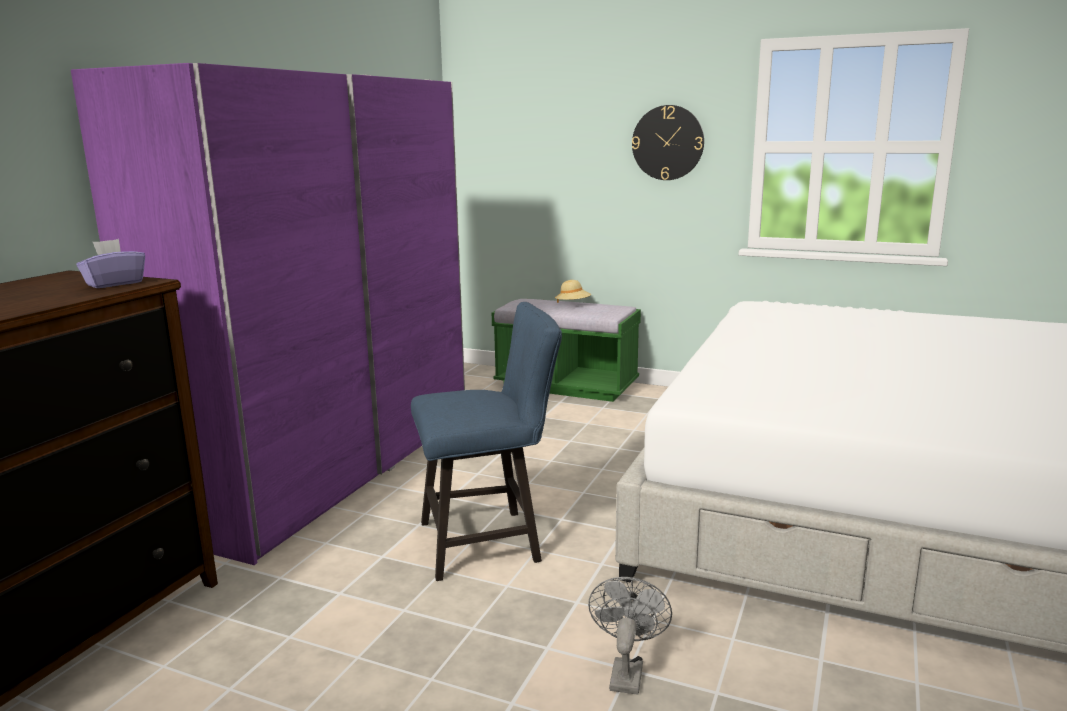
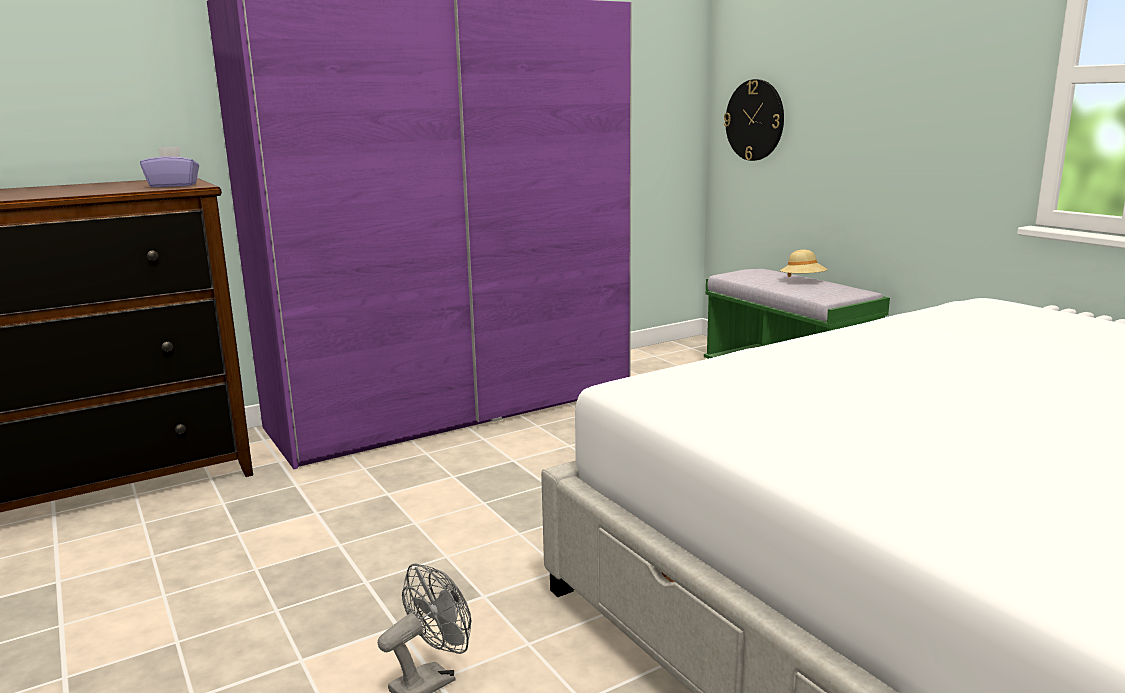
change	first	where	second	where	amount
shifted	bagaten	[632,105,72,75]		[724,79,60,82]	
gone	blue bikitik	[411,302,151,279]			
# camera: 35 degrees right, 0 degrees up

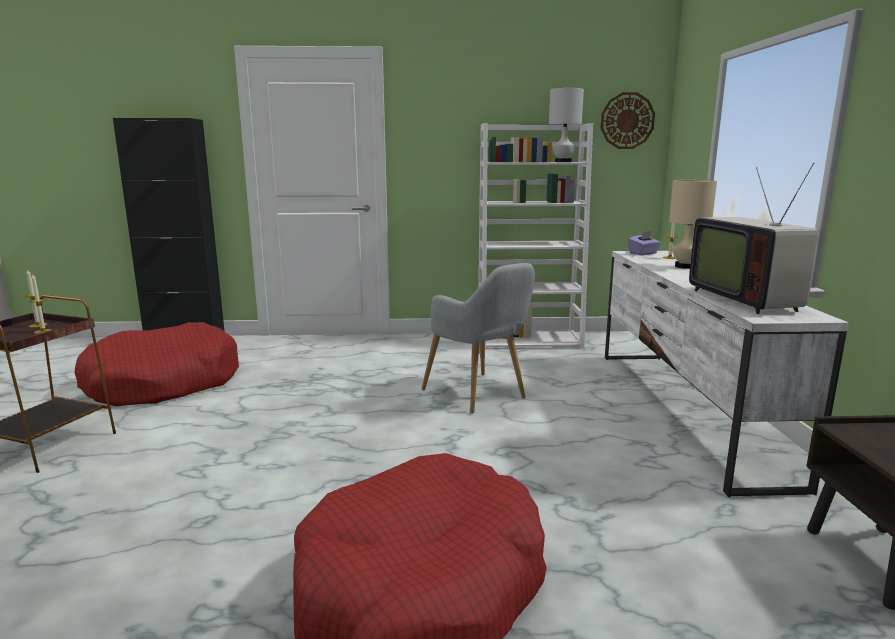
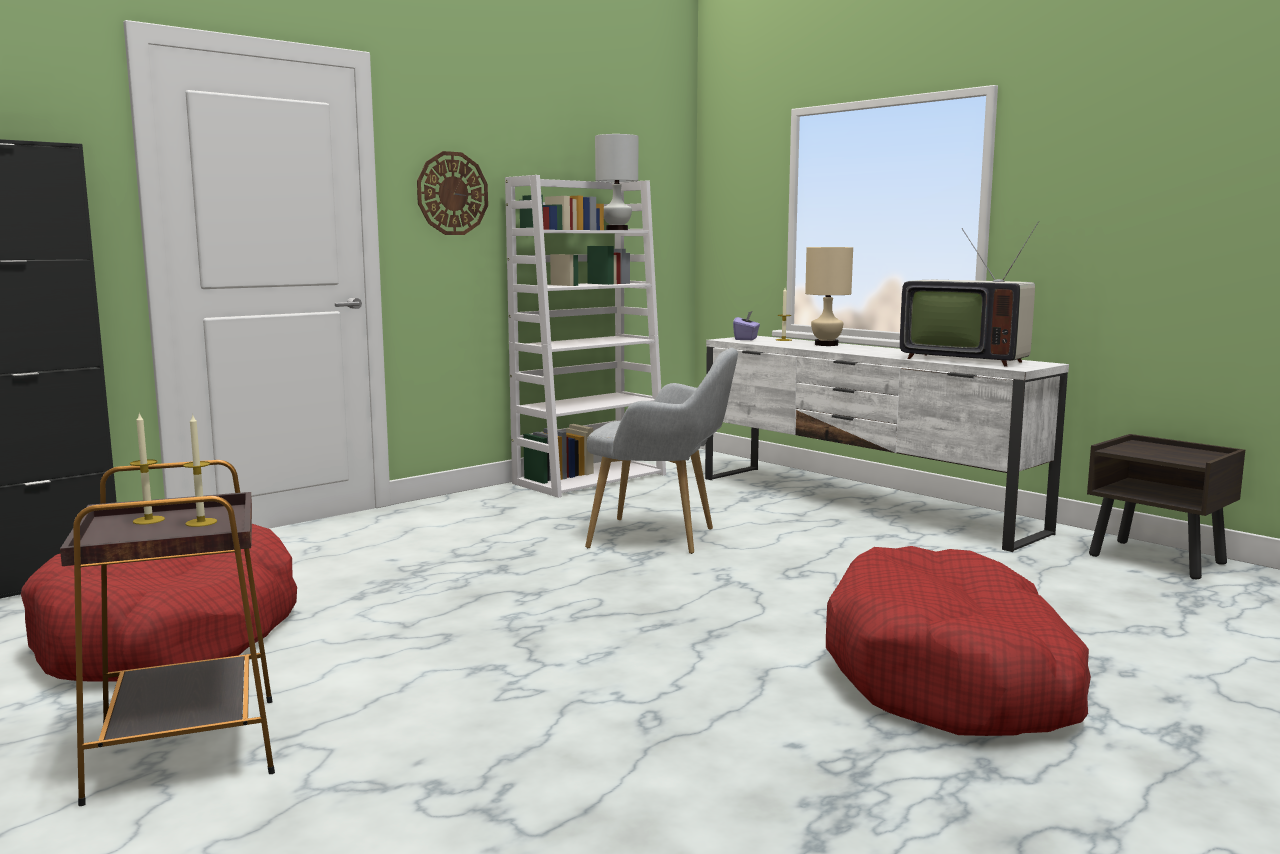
change	first	where	second	where	amount
shifted	bagaten	[600,92,55,57]		[417,151,71,84]	
# camera: 40 degrees left, 5 degrees down

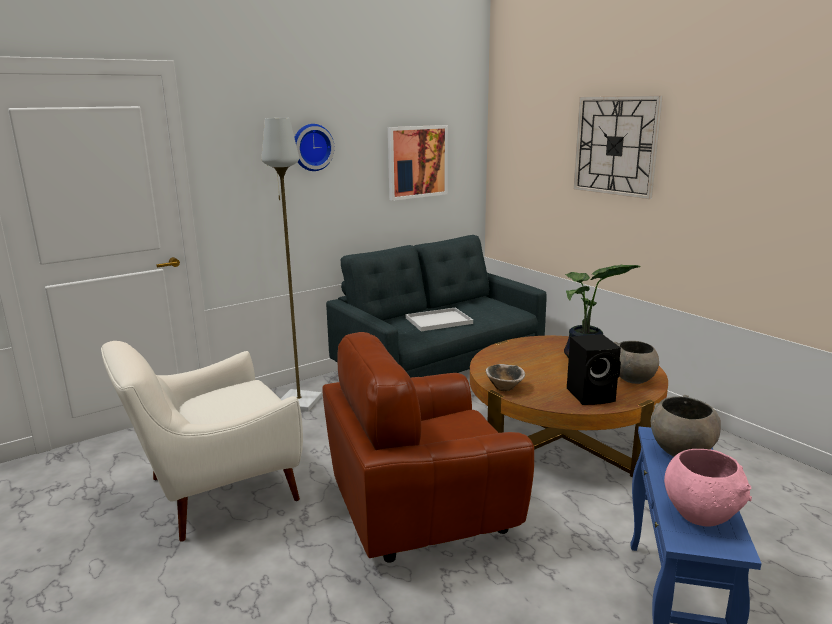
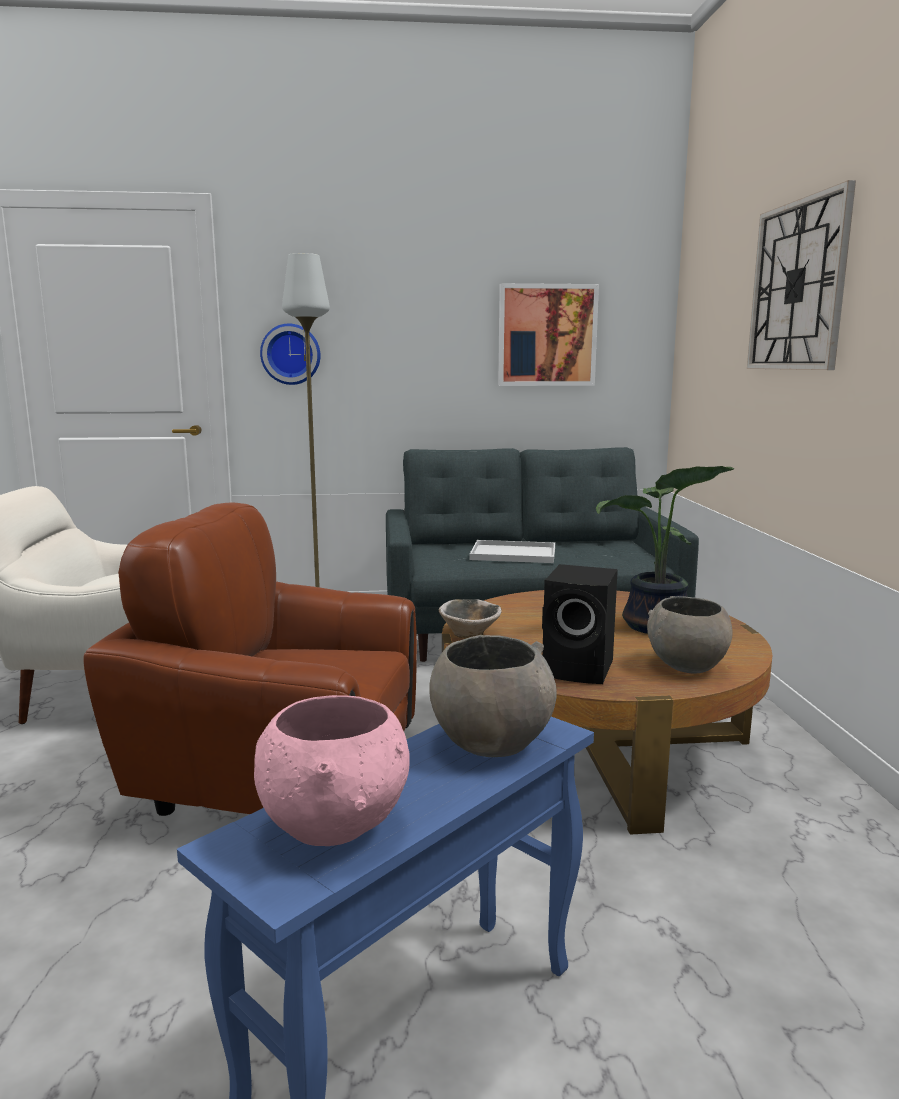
change	first	where	second	where	amount
shifted	bagaten	[294,124,40,47]		[260,324,60,61]	
# camera: 30 degrees right, 5 degrees down

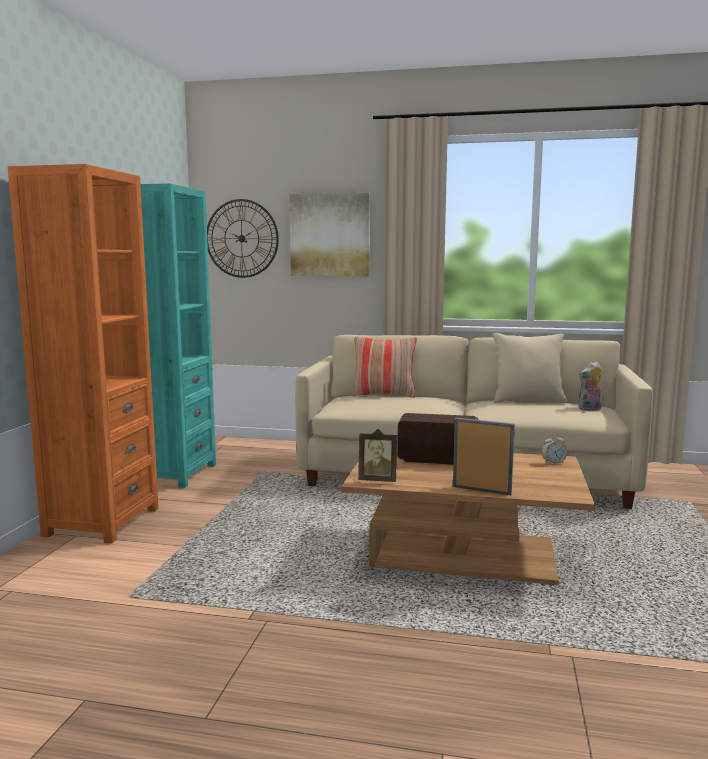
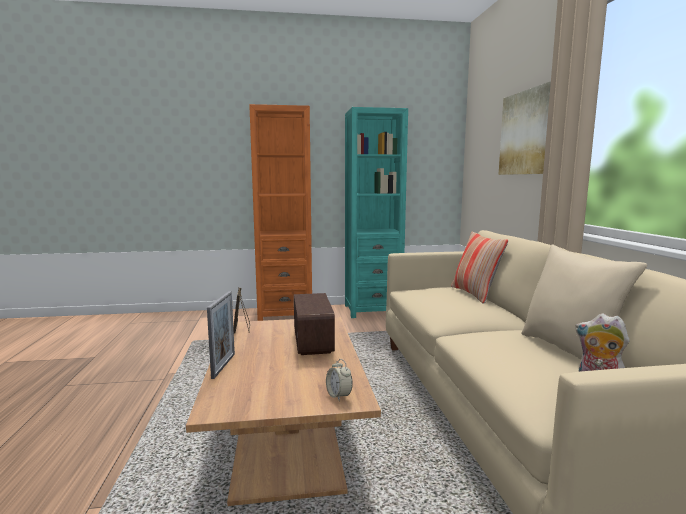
change	first	where	second	where	amount
gone	bagaten	[207,199,72,79]			
# camera: 70 degrees right, 0 degrees up

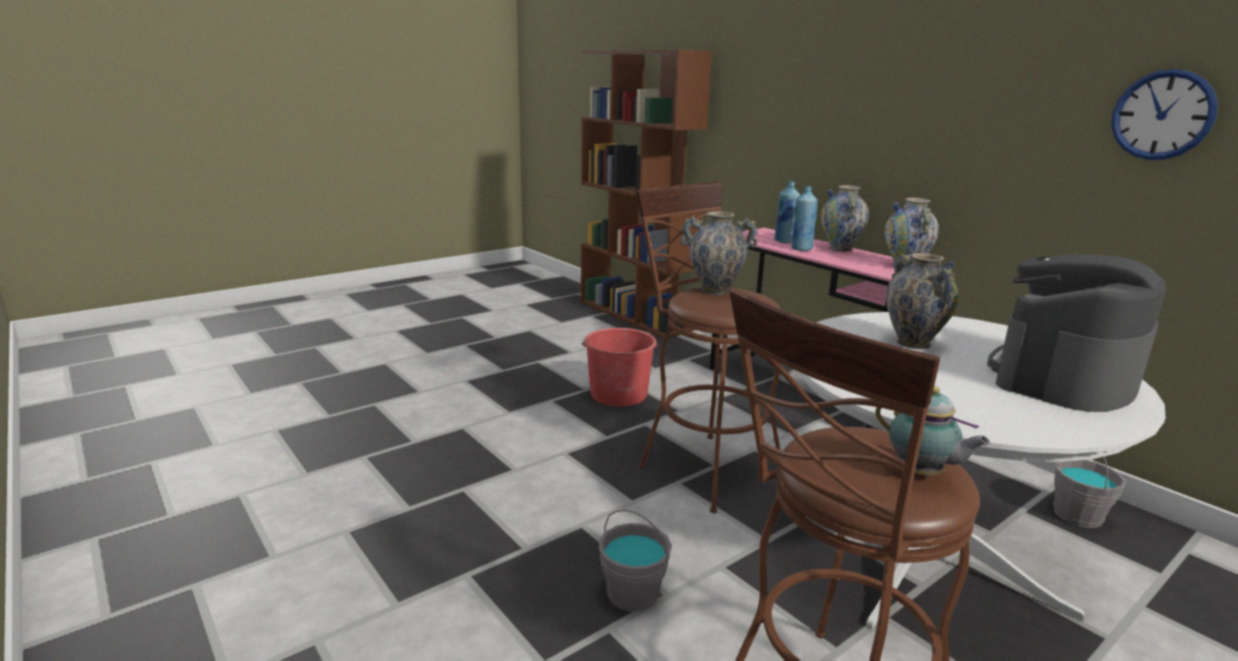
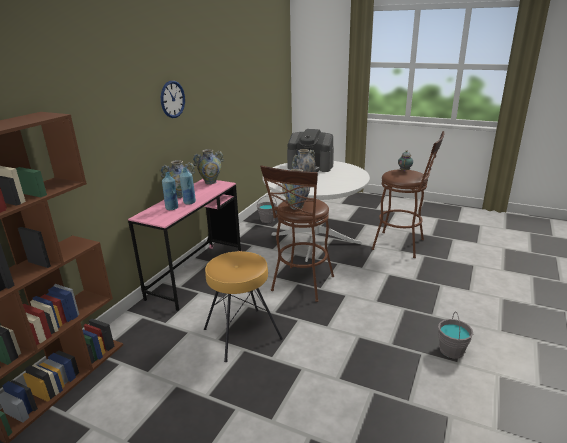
change	first	where	second	where	amount
shifted	bagaten	[1111,69,107,91]		[161,81,24,37]	
swapped	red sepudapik	[582,328,76,79]	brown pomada	[204,251,79,111]	
shifted	grey sepudapik	[599,509,73,103]		[438,311,35,48]	
# camera: 115 degrees left, 5 degrees up

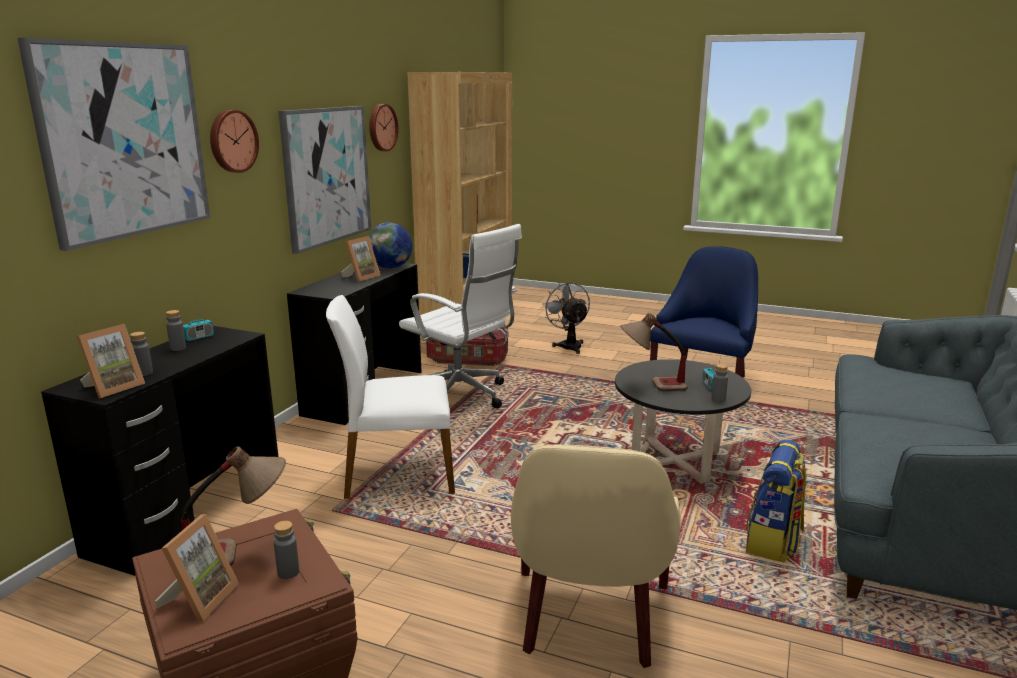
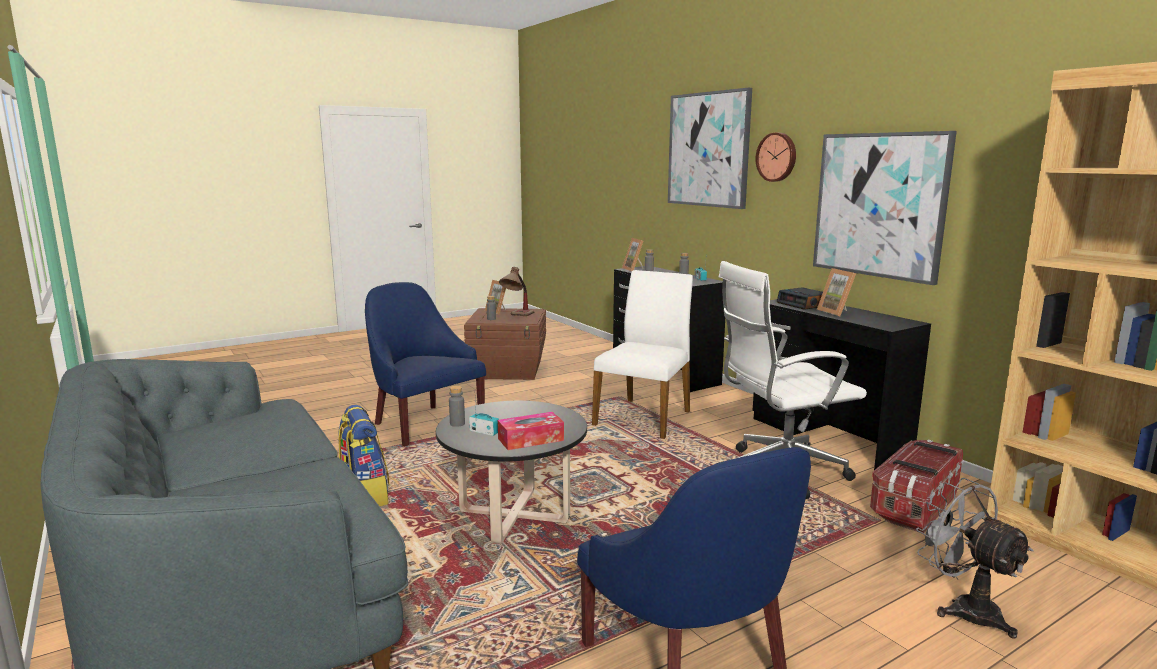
change	first	where	second	where	amount
repainted	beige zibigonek	[511,444,170,224]	blue zibigonek	[365,282,121,164]	
new			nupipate	[498,412,66,38]	
new			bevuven	[777,287,46,23]	
rotated	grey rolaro	[543,282,47,72]		[916,478,118,161]	135 degrees counterclockwise
gone	bagaten	[369,104,29,47]			
gone	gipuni	[369,223,44,46]			
gone	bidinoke	[620,313,68,79]			
# camera: 125 degrees right, 5 degrees down

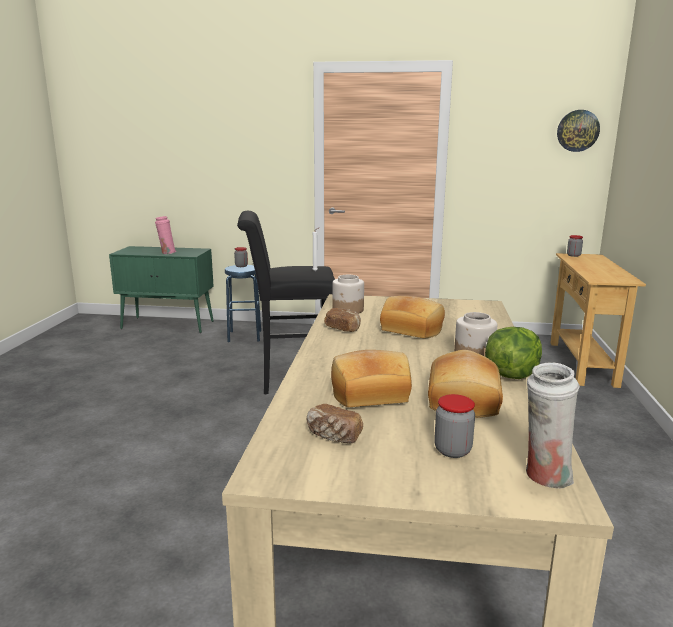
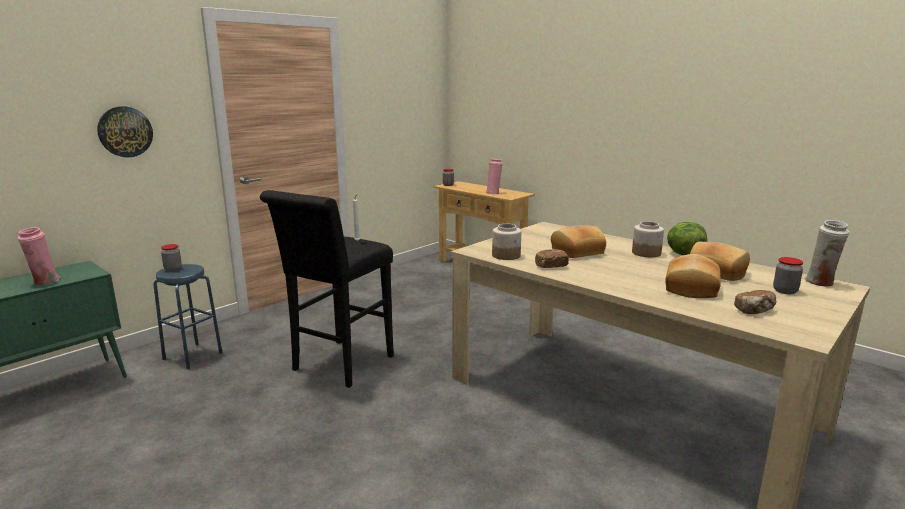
change	first	where	second	where	amount
shifted	bagaten	[557,110,43,42]		[97,106,56,51]	
new			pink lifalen	[486,159,17,35]	
# camera: 55 degrees left, 0 degrees up

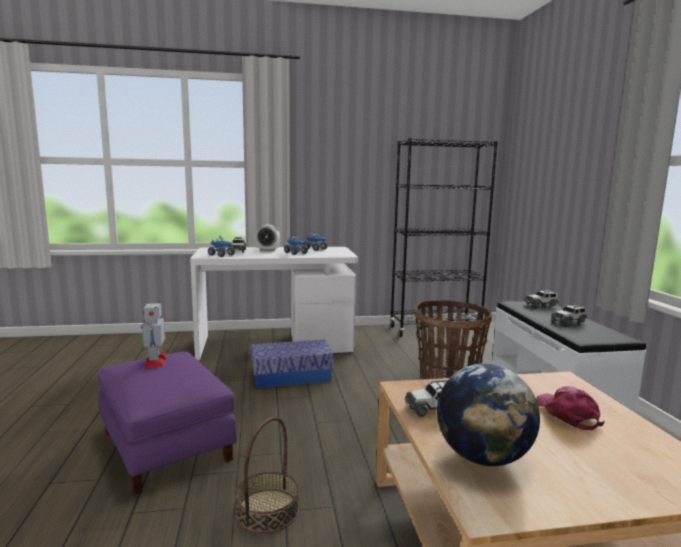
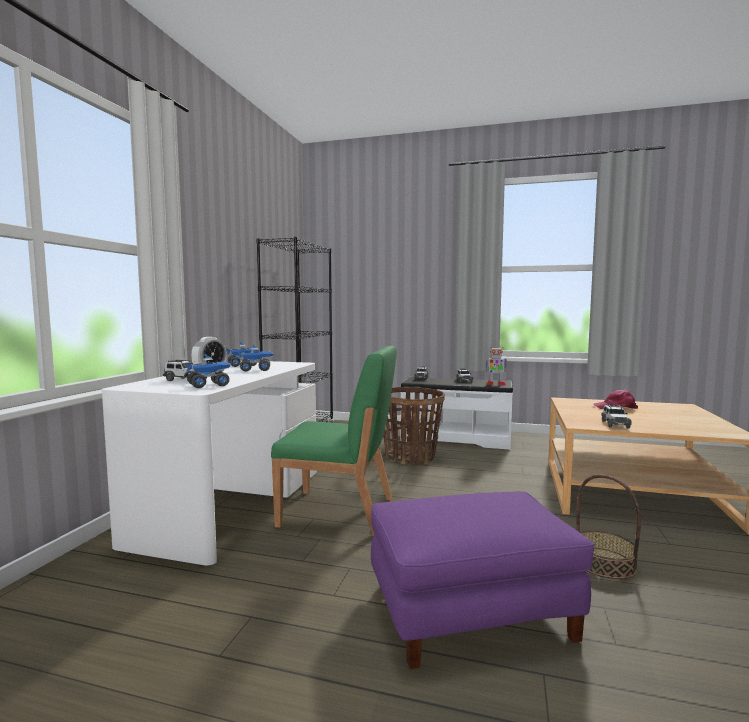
change	first	where	second	where	amount
swapped	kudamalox	[251,339,83,49]	green bikitik	[271,346,126,190]	
shifted	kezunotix	[141,301,27,67]		[486,347,21,38]	
gone	gipuni	[437,364,103,102]			
# camera: 65 degrees left, 5 degrees down

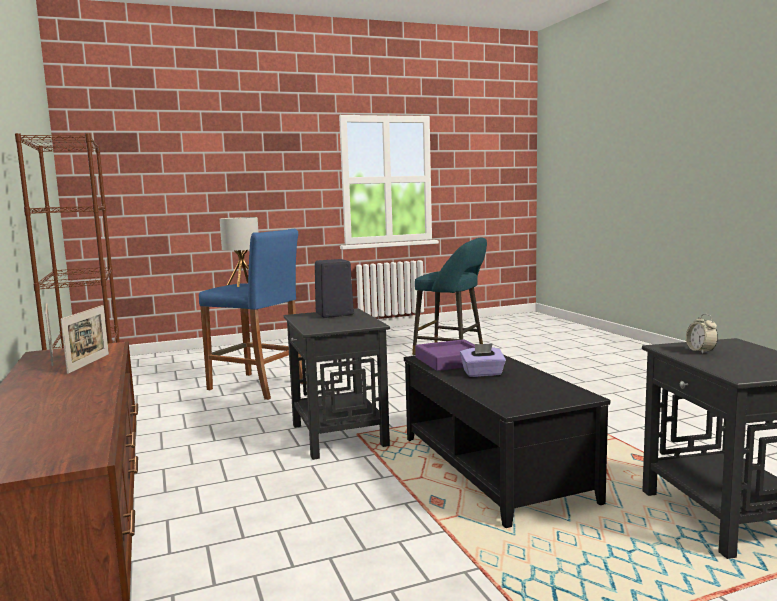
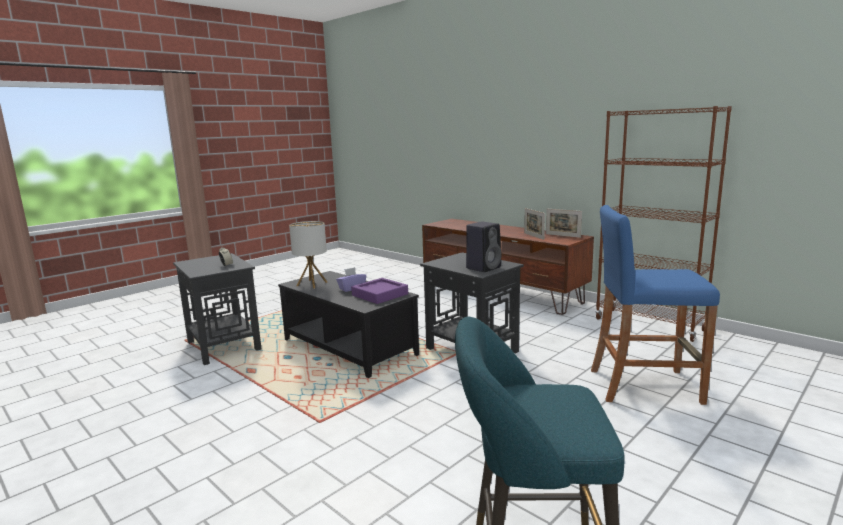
change	first	where	second	where	amount
shifted	bidinoke	[220,217,38,70]		[289,221,38,67]	
# camera: 155 degrees right, 5 degrees up

